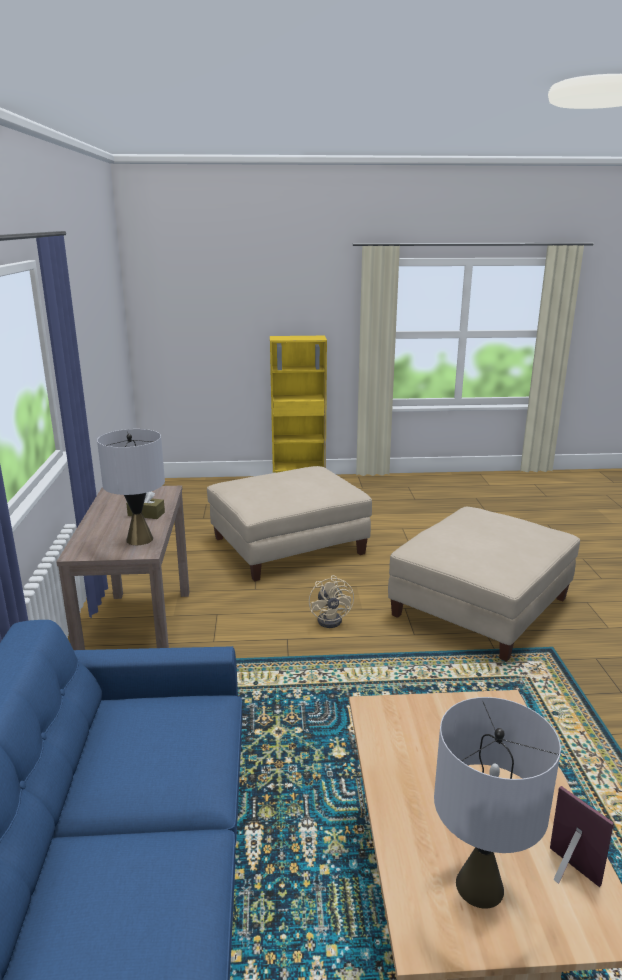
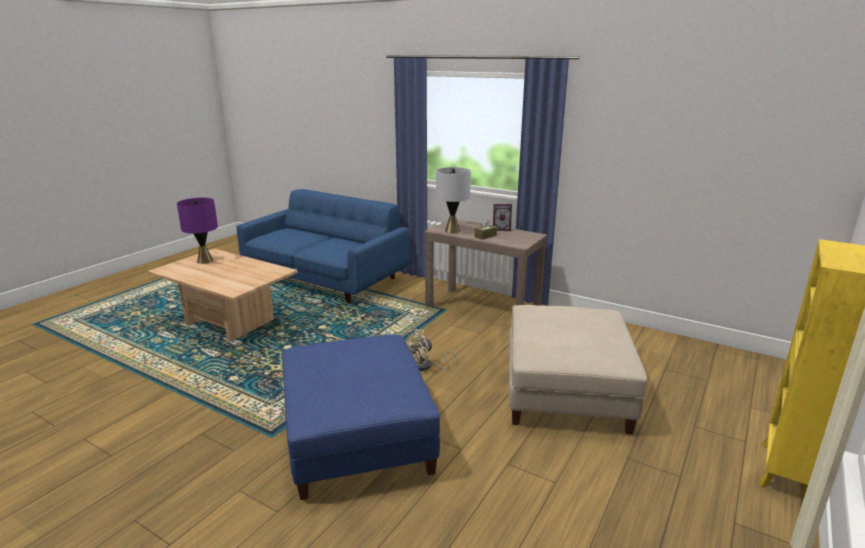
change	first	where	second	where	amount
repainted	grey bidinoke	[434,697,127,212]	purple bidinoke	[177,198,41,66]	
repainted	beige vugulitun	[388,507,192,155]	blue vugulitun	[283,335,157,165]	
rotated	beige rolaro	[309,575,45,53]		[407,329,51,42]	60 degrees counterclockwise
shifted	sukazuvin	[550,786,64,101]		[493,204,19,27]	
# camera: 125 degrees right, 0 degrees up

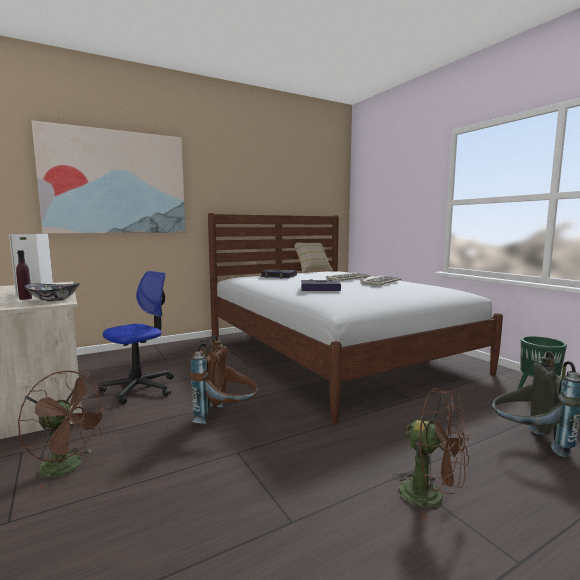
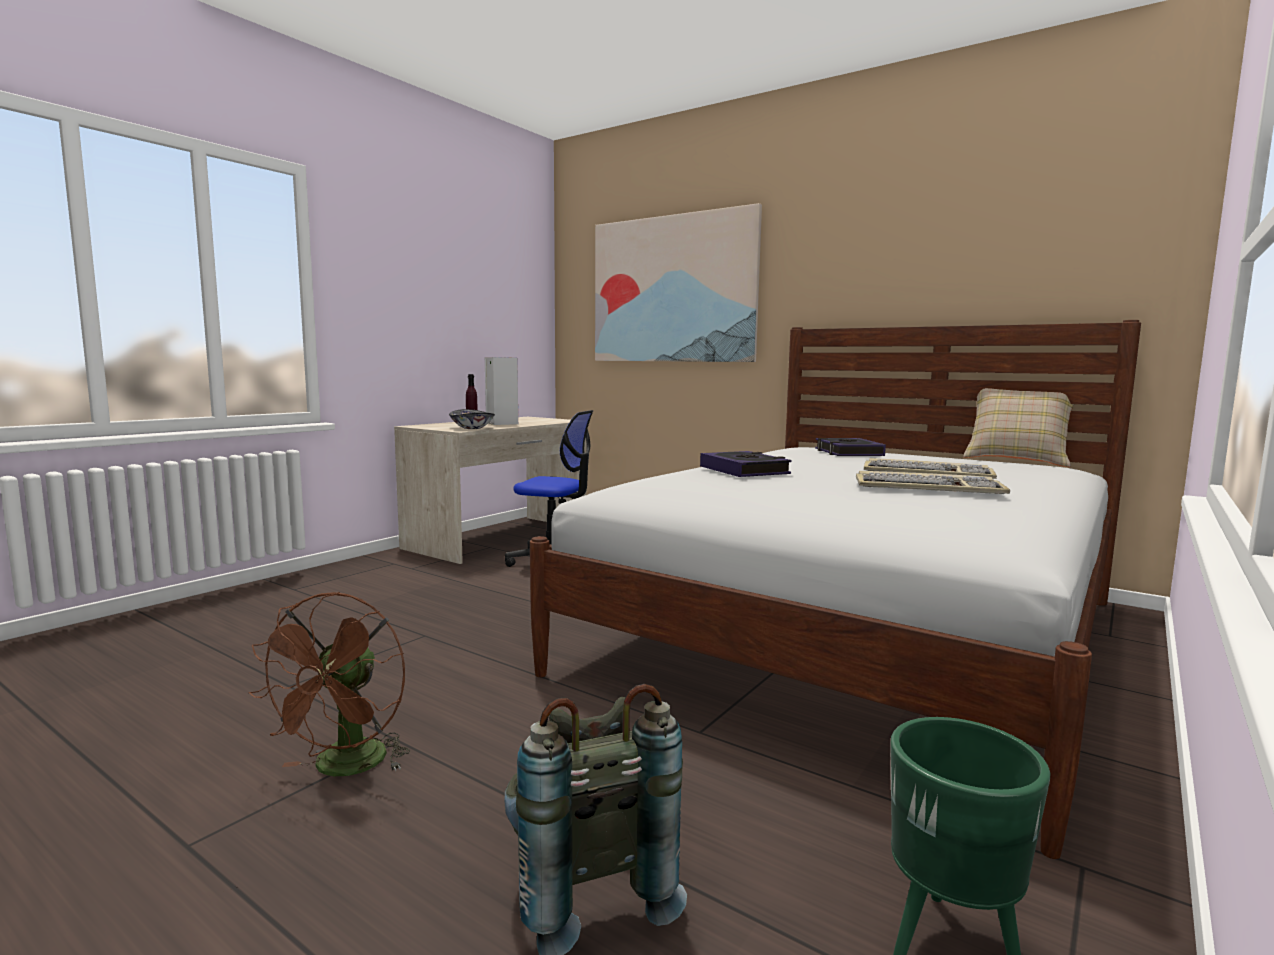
change	first	where	second	where	amount
gone	brown rolaro	[18,370,92,119]			
gone	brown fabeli	[190,335,69,89]			
# camera: 65 degrees right, 0 degrees up

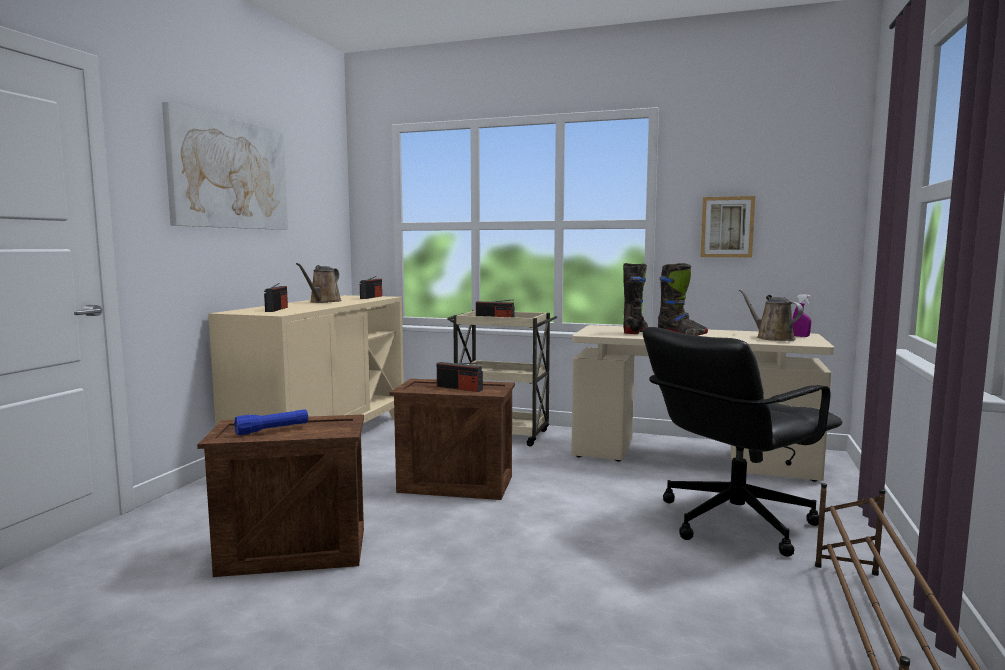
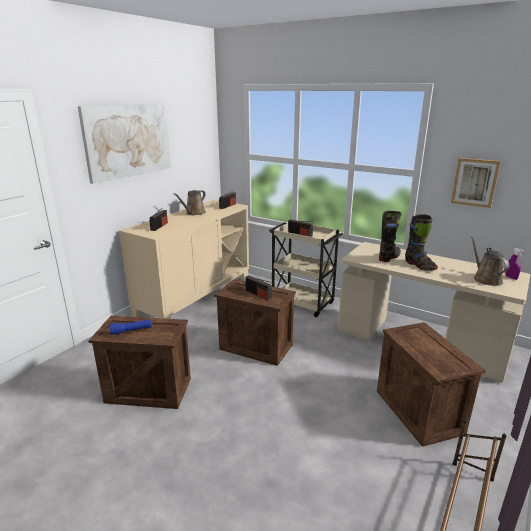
change	first	where	second	where	amount
swapped	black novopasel	[643,327,199,230]	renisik	[377,322,109,125]	
# camera: 15 degrees right, 15 degrees up

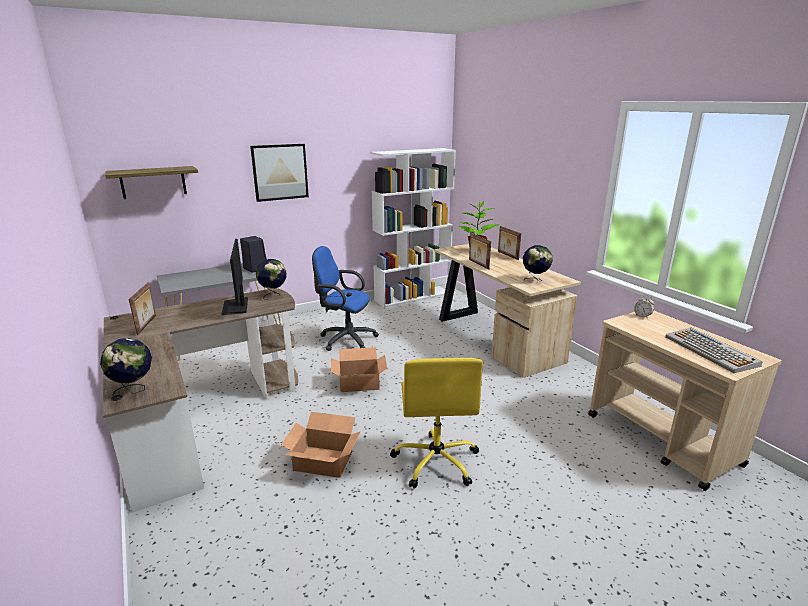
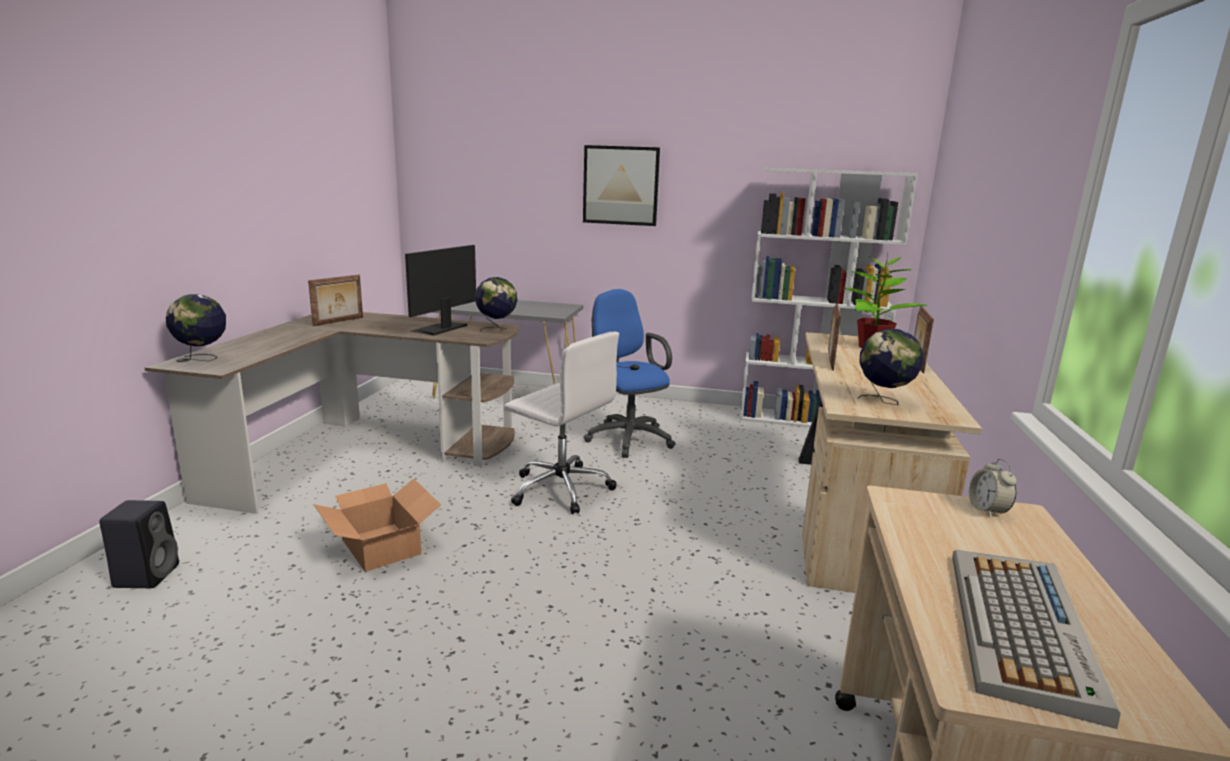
change	first	where	second	where	amount
shifted	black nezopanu	[240,236,27,37]		[99,500,80,88]	
swapped	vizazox	[331,347,56,45]	white novopasel	[504,332,115,182]	
gone	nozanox	[105,166,93,33]			
gone	yellow novopasel	[390,358,93,131]			
# camera: 40 degrees right, 5 degrees down

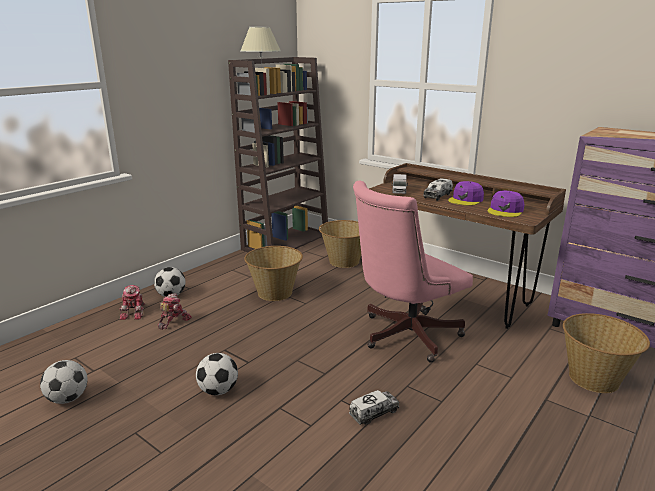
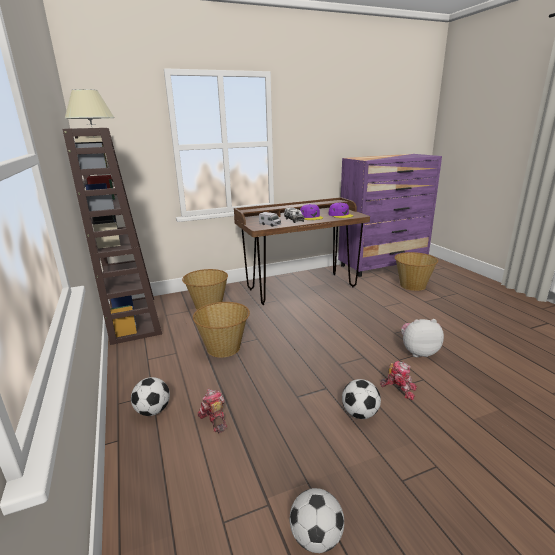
change	first	where	second	where	amount
shifted	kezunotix	[119,285,26,35]		[380,361,37,39]	
swapped	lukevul	[349,390,50,35]	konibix	[401,319,43,38]	
gone	pink novopasel	[353,181,120,182]			
# camera: 60 degrees left, 0 degrees up

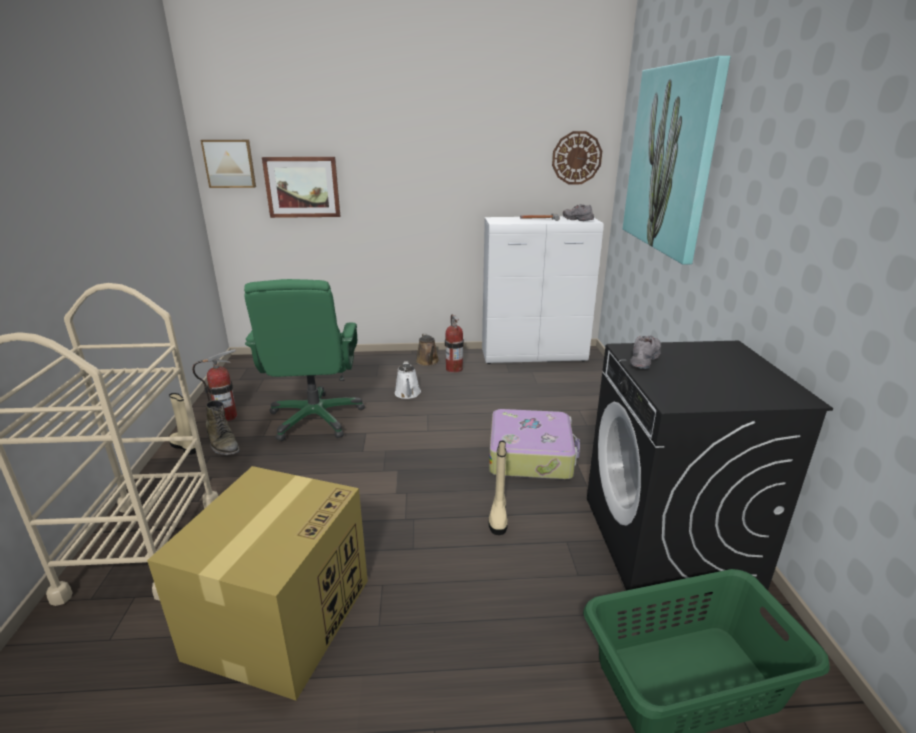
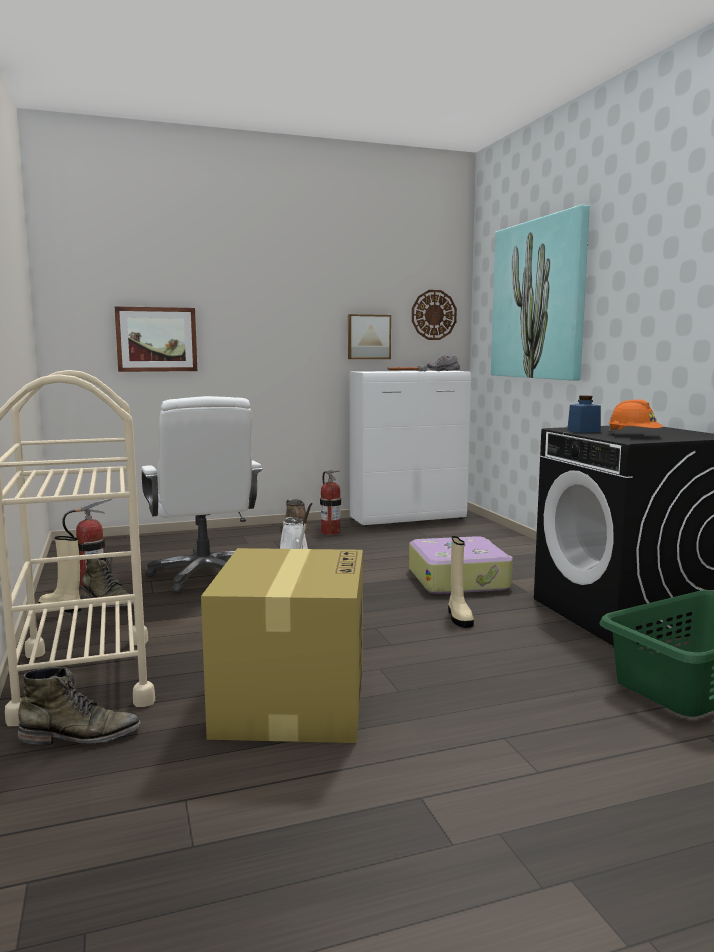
change	first	where	second	where	amount
new			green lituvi	[17,667,124,78]	
repainted	green novopasel	[244,279,121,162]	white novopasel	[141,396,121,198]	
shifted	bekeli	[201,140,55,48]		[348,314,43,45]	
swapped	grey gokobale	[630,335,31,34]	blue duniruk	[567,395,34,38]	
new			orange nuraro	[608,399,55,34]	
# camera: 15 degrees left, 15 degrees down

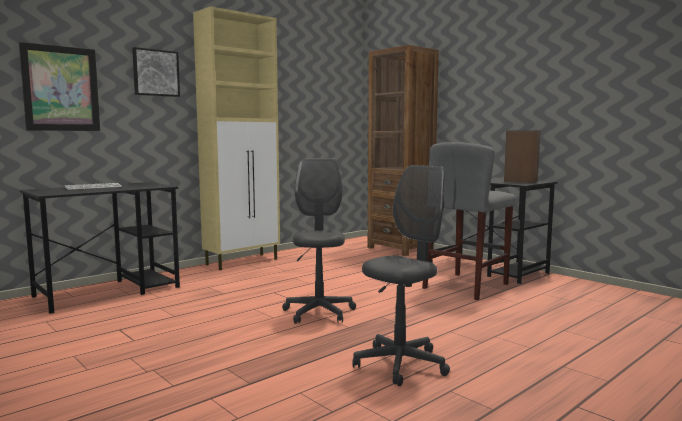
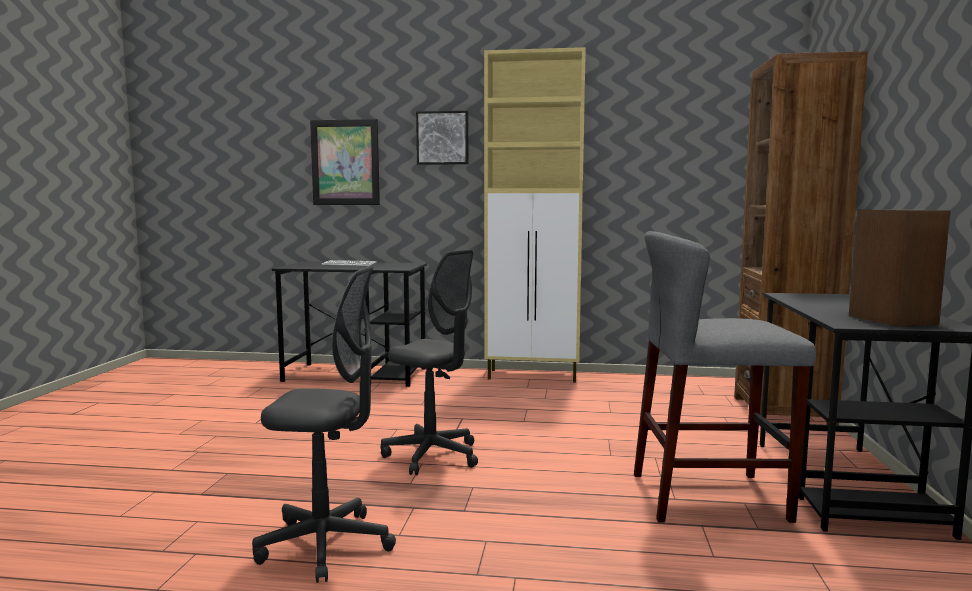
change	first	where	second	where	amount
rotated	grey novopasel	[282,158,74,166]		[381,249,97,226]	75 degrees clockwise
# camera: 50 degrees right, 0 degrees up

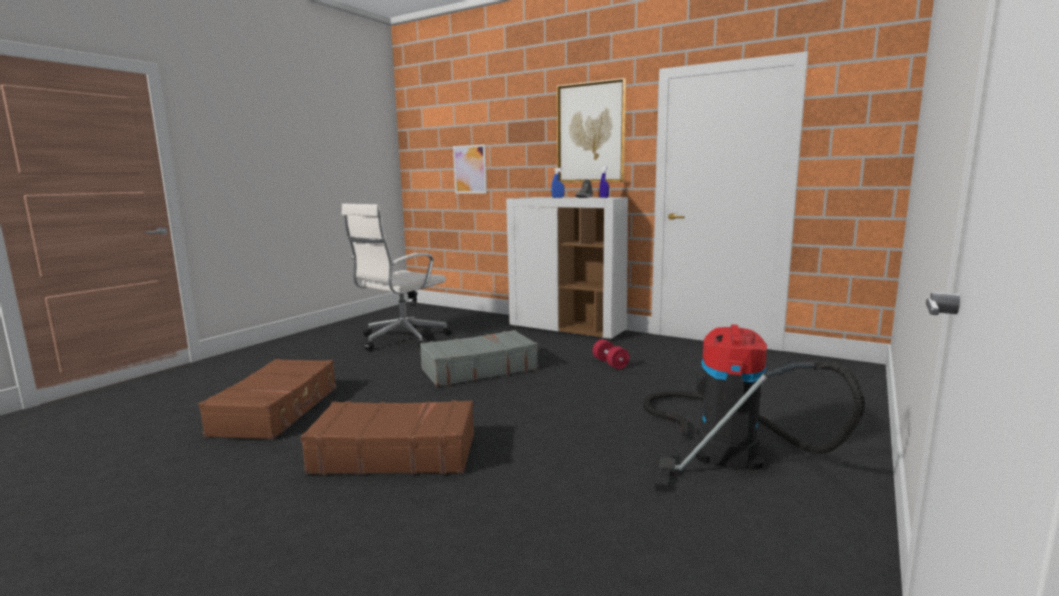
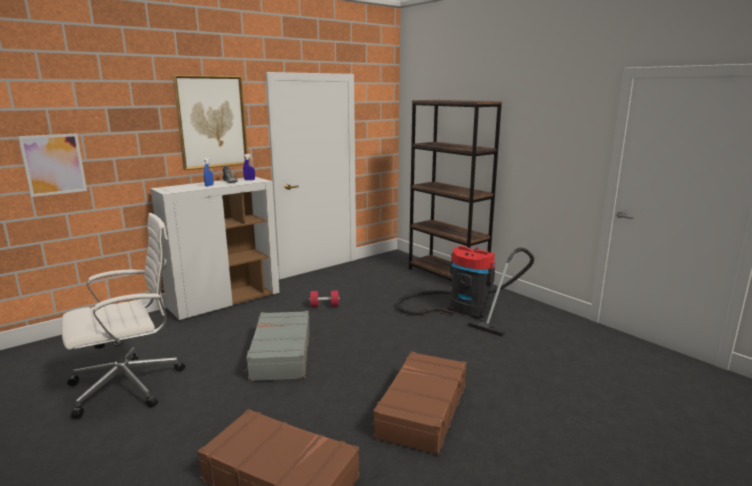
change	first	where	second	where	amount
rotated	white novopasel	[342,204,110,147]		[61,213,124,206]	90 degrees counterclockwise
new			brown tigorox	[409,100,93,181]	
# camera: 70 degrees left, 5 degrees up

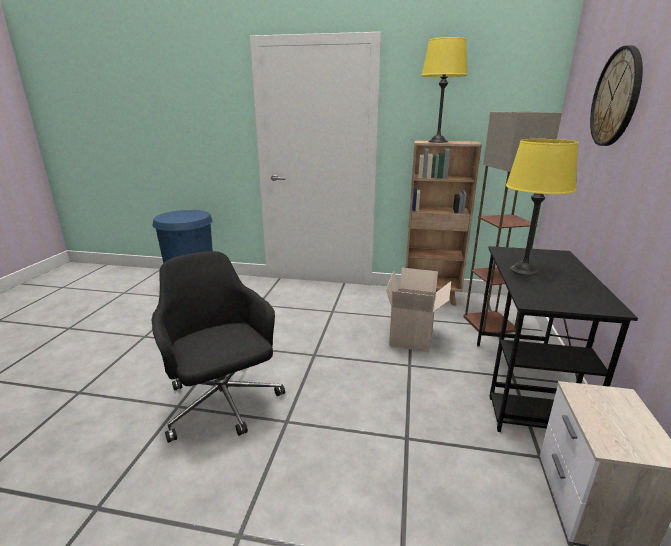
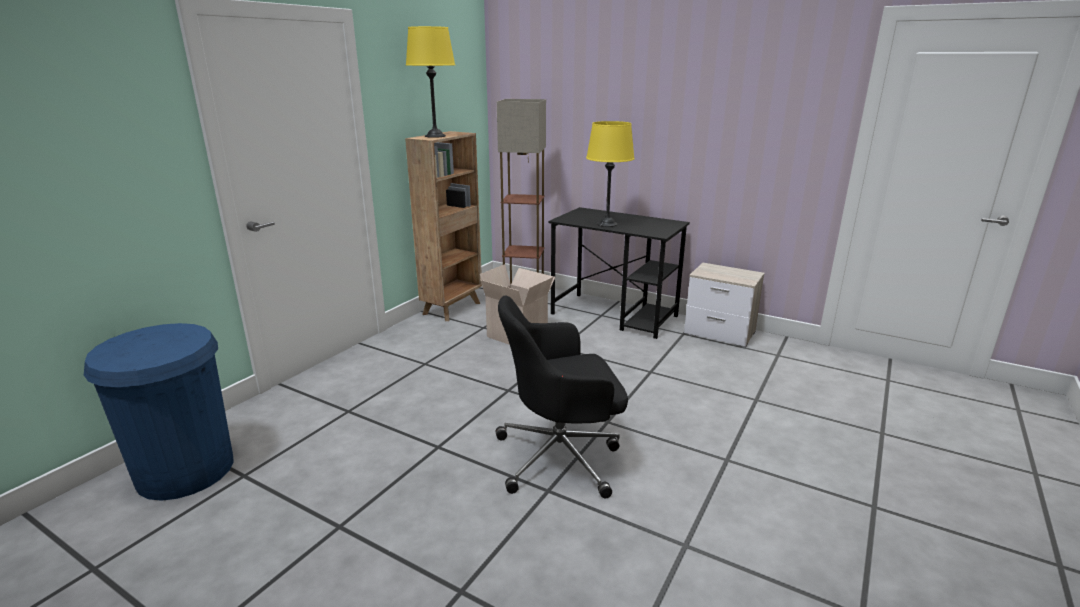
change	first	where	second	where	amount
gone	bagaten	[590,45,53,101]			
# camera: 70 degrees left, 0 degrees up

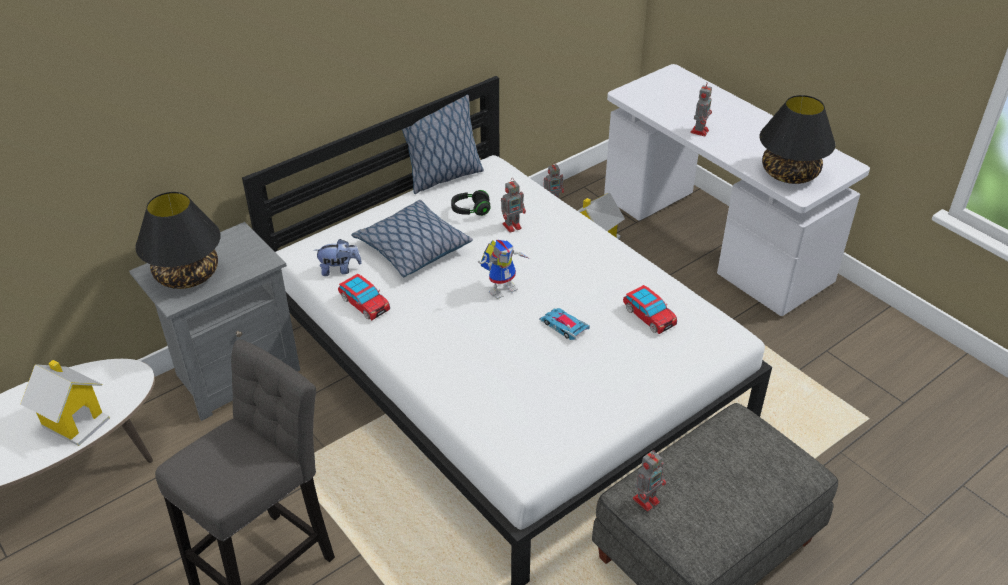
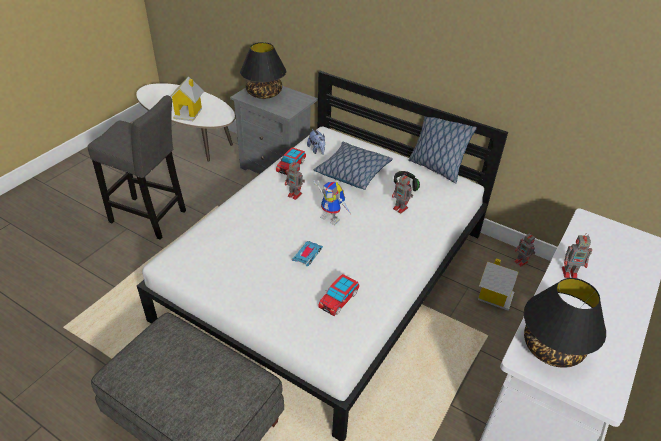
change	first	where	second	where	amount
shifted	kezunotix	[633,450,33,61]		[285,160,20,40]	
# camera: 70 degrees right, 0 degrees up

